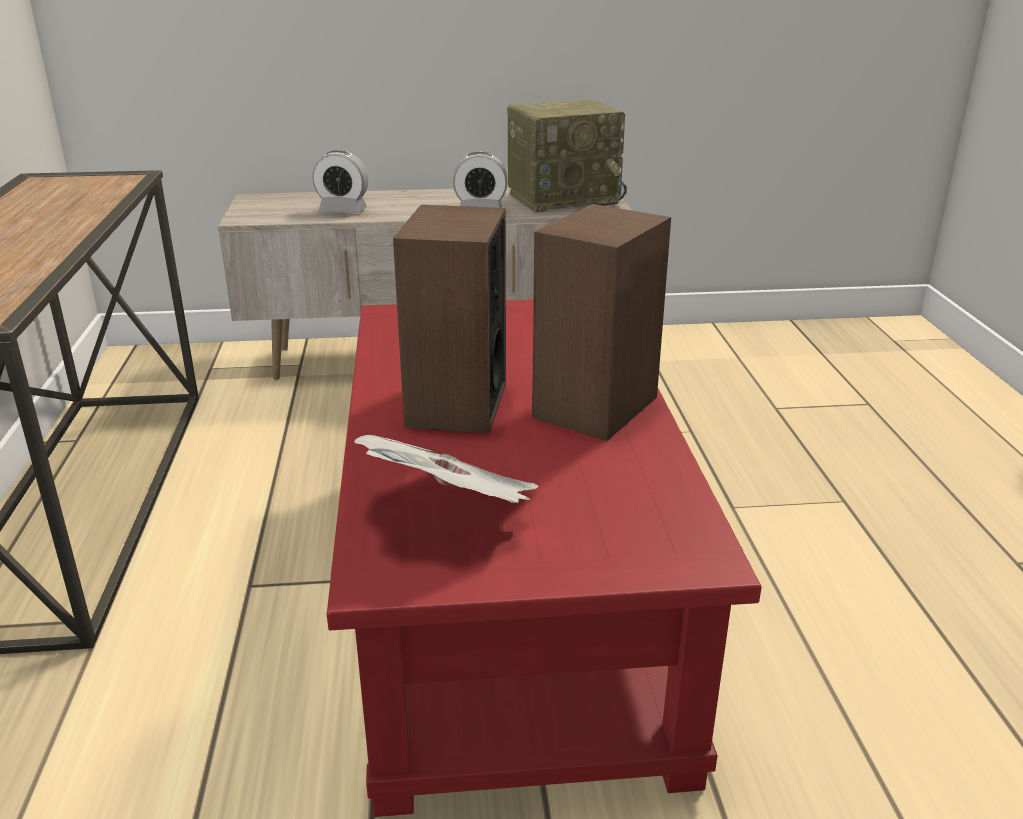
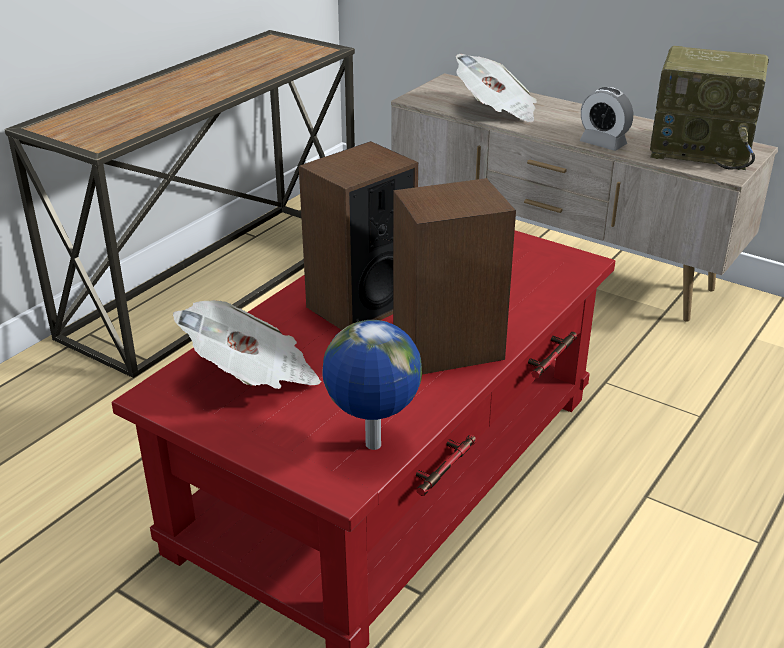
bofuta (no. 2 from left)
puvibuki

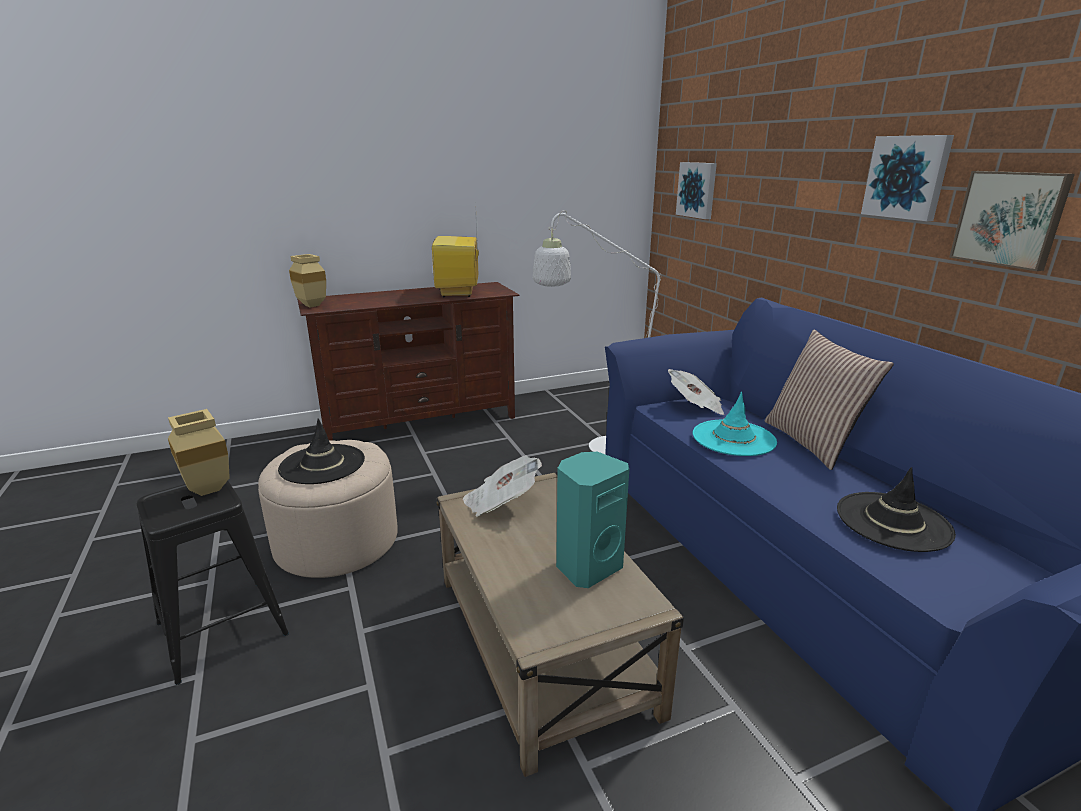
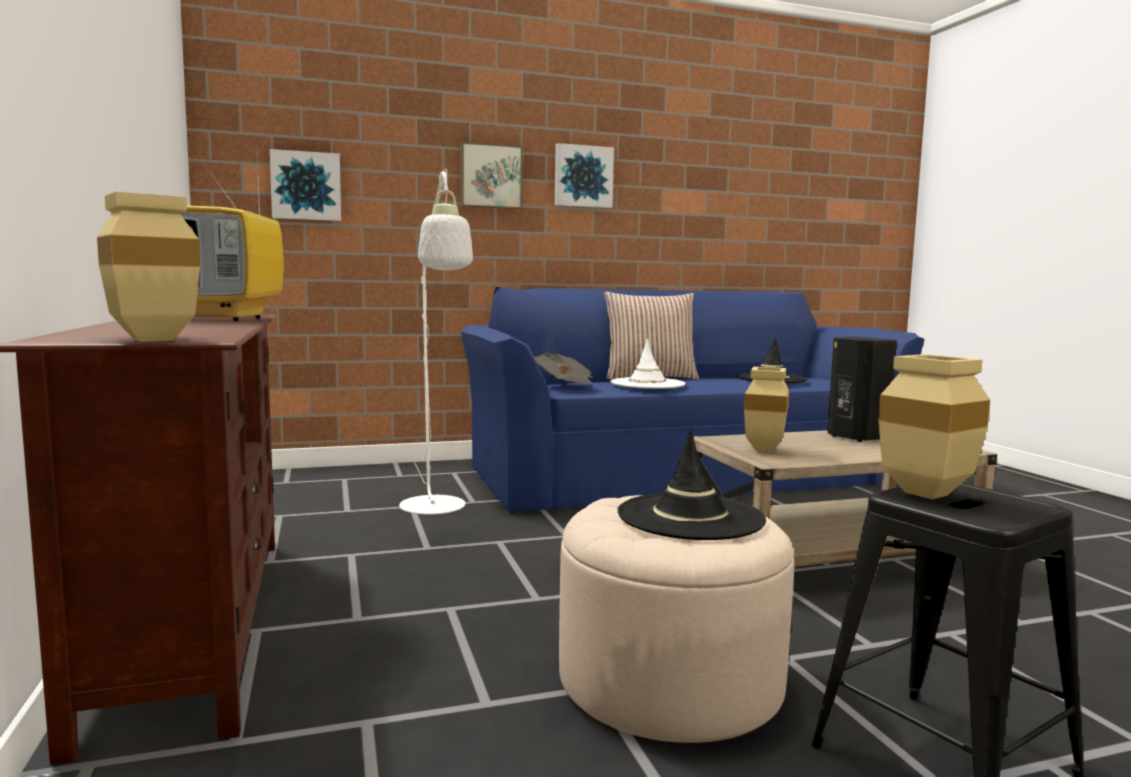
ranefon (no. 2 from left)
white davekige
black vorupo
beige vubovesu (no. 2 from left)

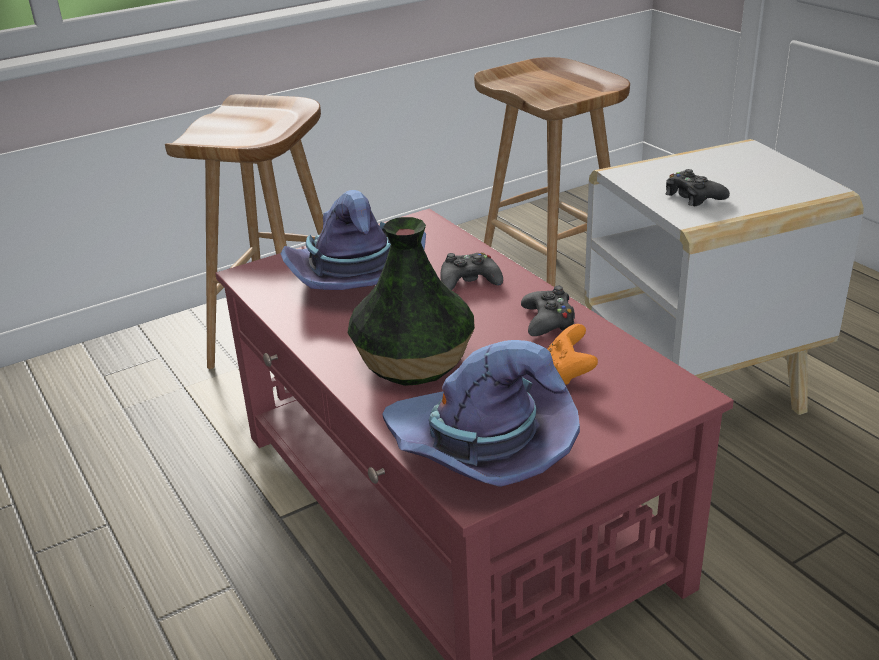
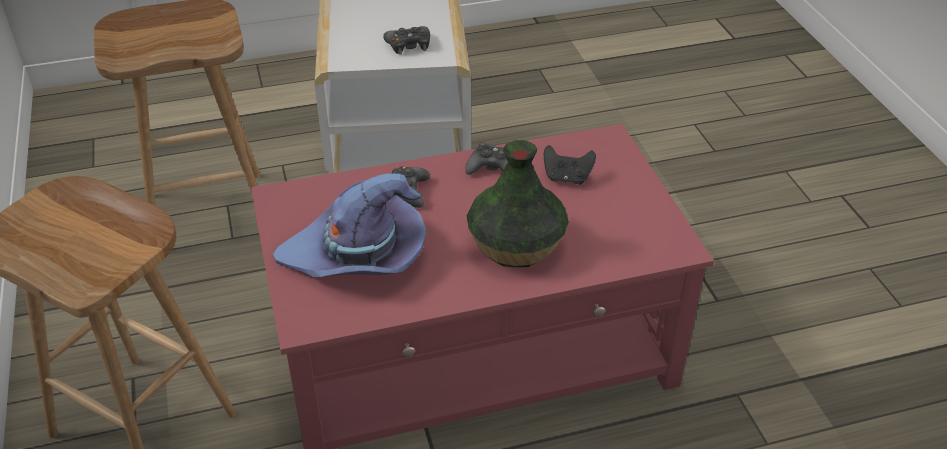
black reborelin (no. 4 from left)
purple davekige (no. 2 from left in the first image)

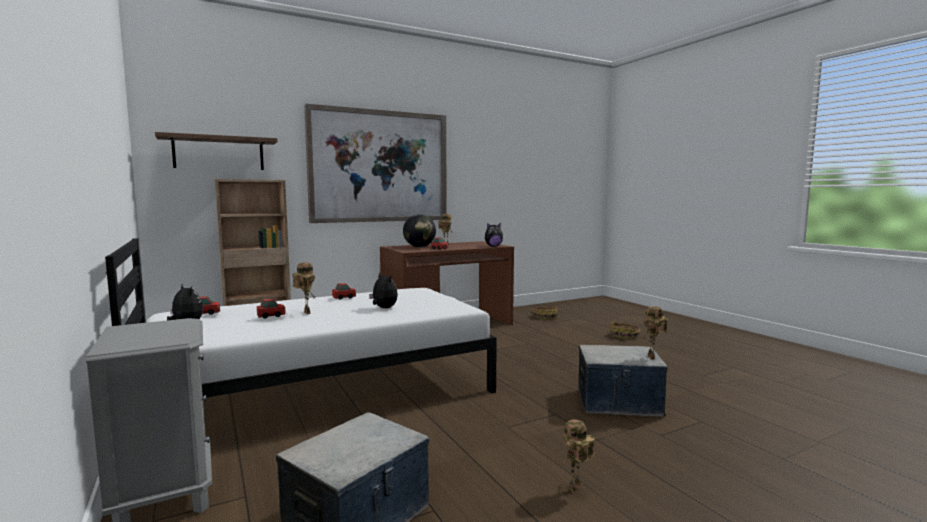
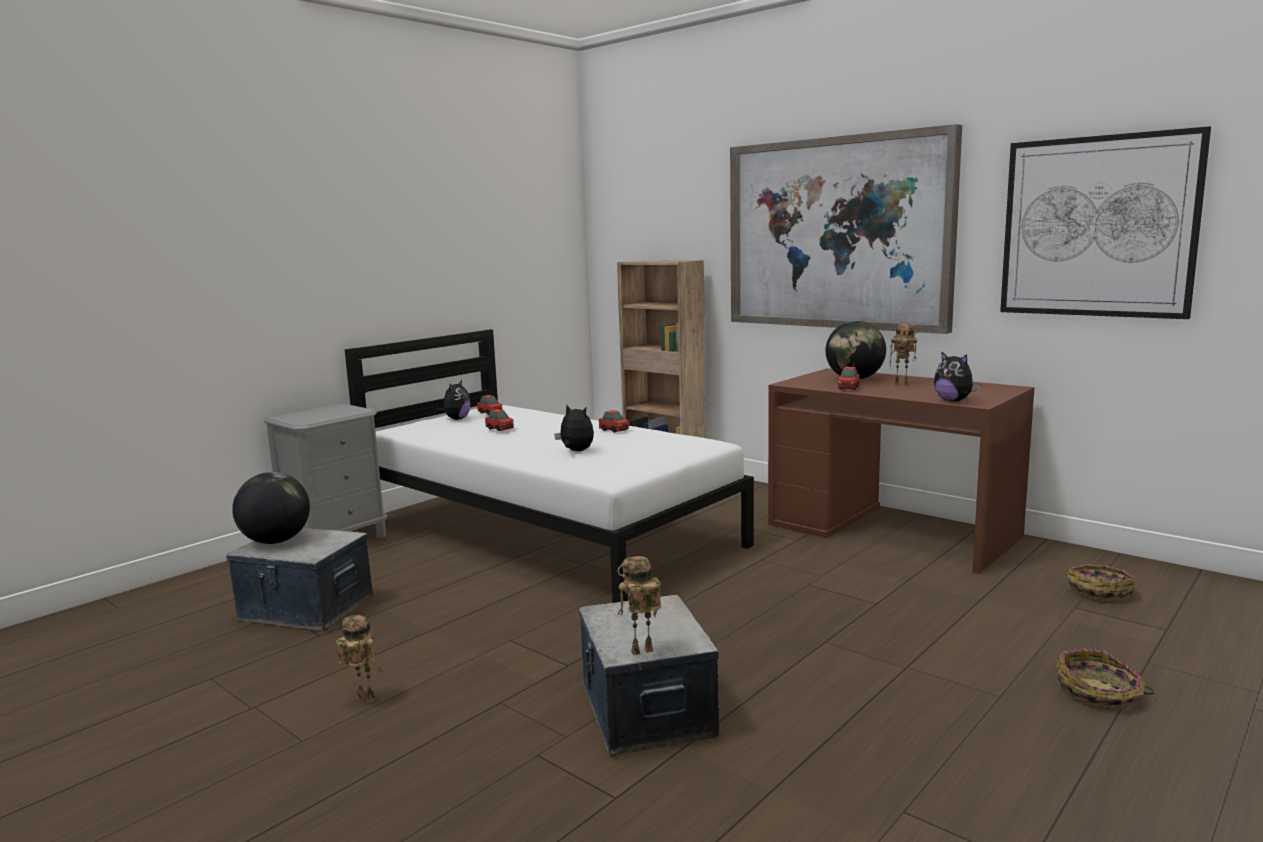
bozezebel
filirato (no. 1 from left in the first image)
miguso (no. 2 from left)
ranefon (no. 2 from left)
puvibuki (no. 1 from left)

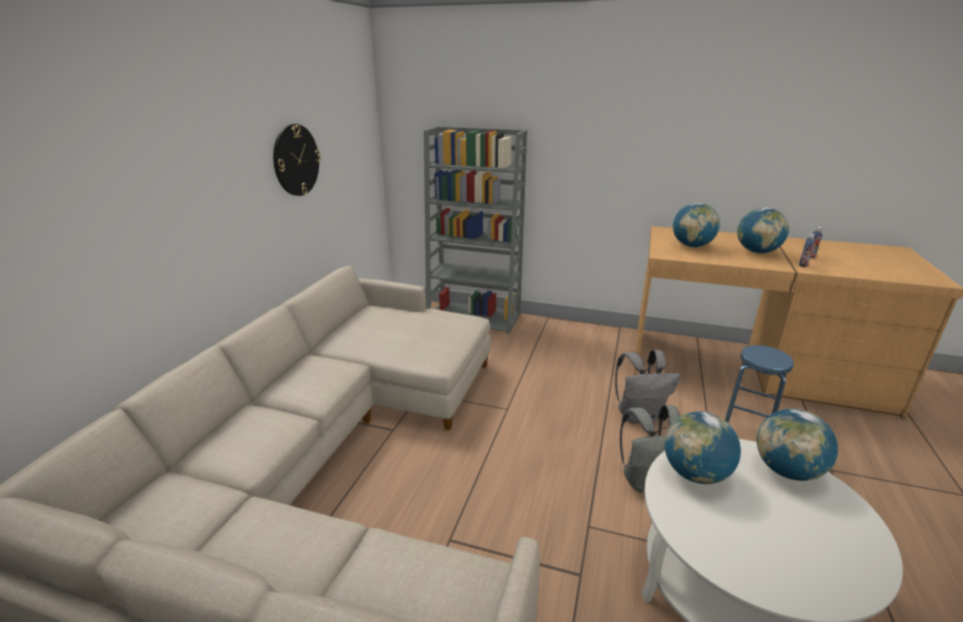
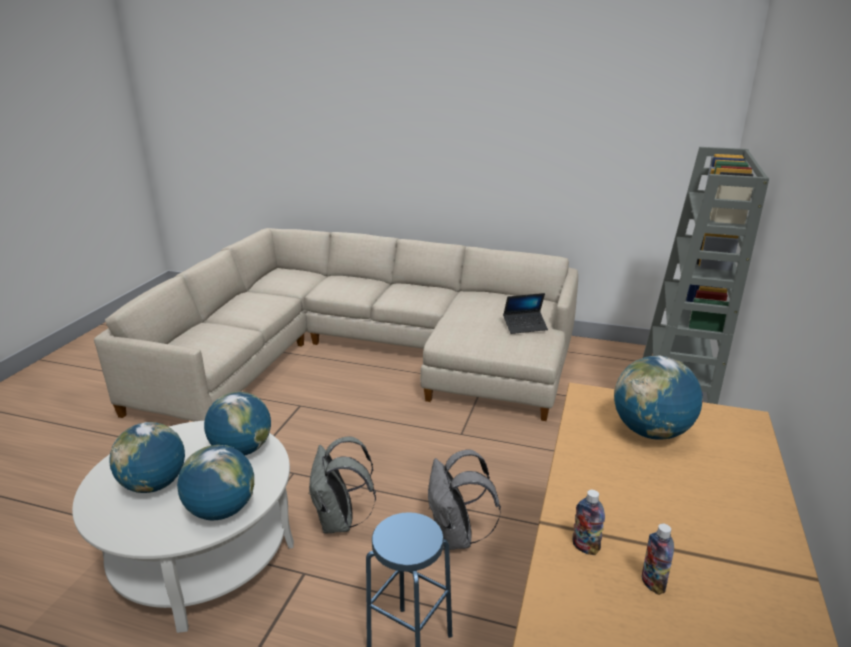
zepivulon
puvibuki (no. 1 from left)
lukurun

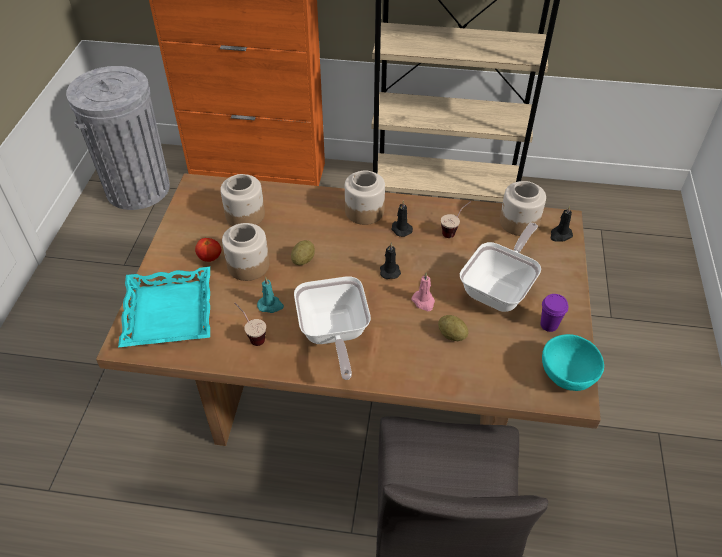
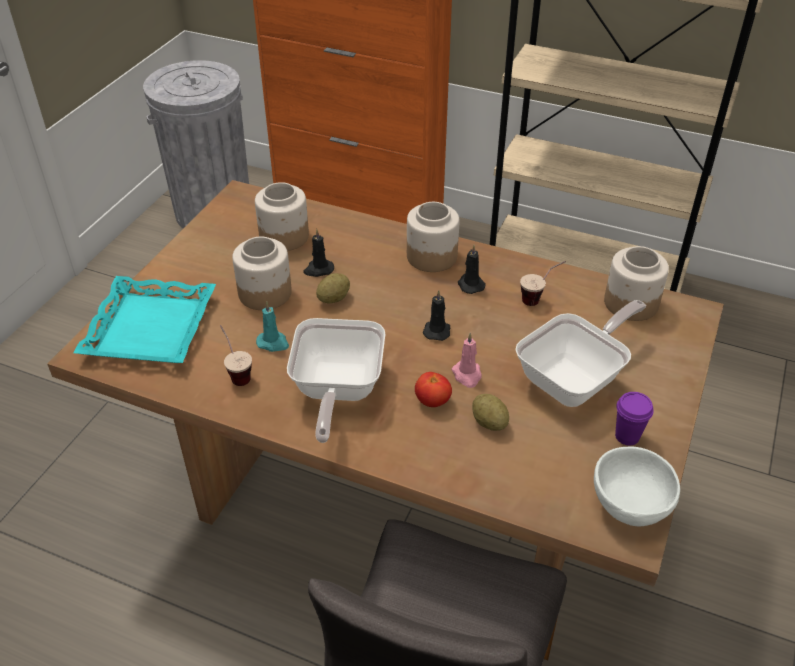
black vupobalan (no. 1 from left)
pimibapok
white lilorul

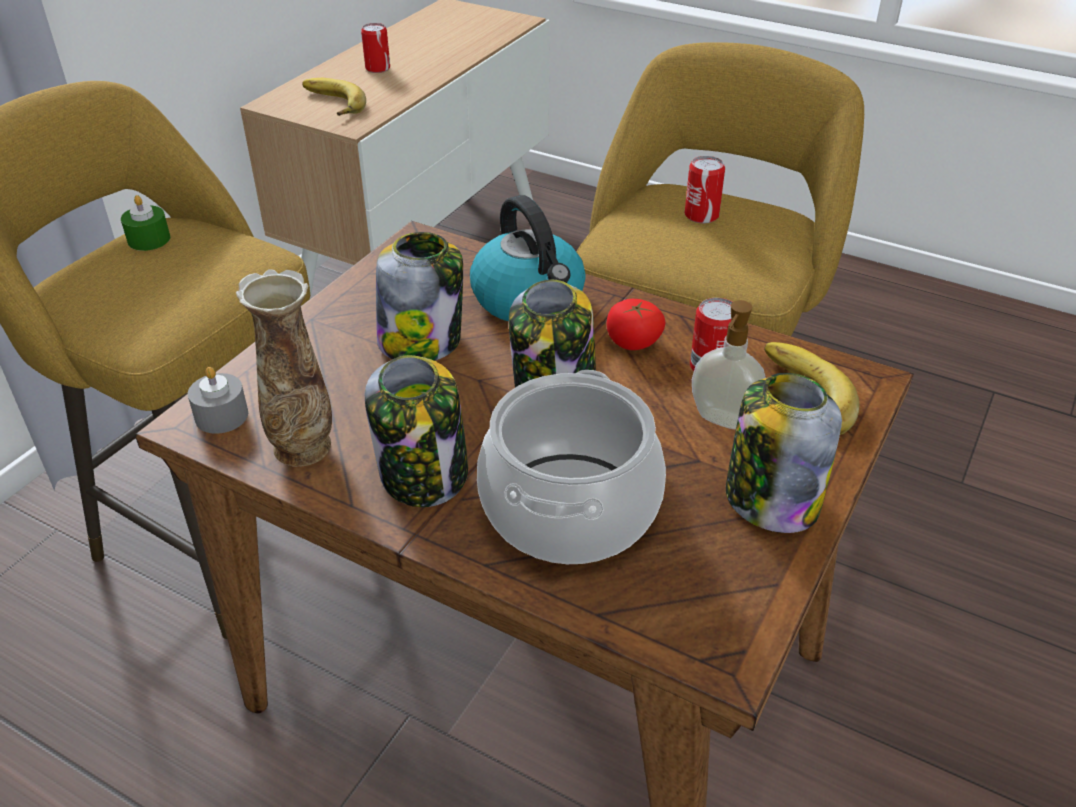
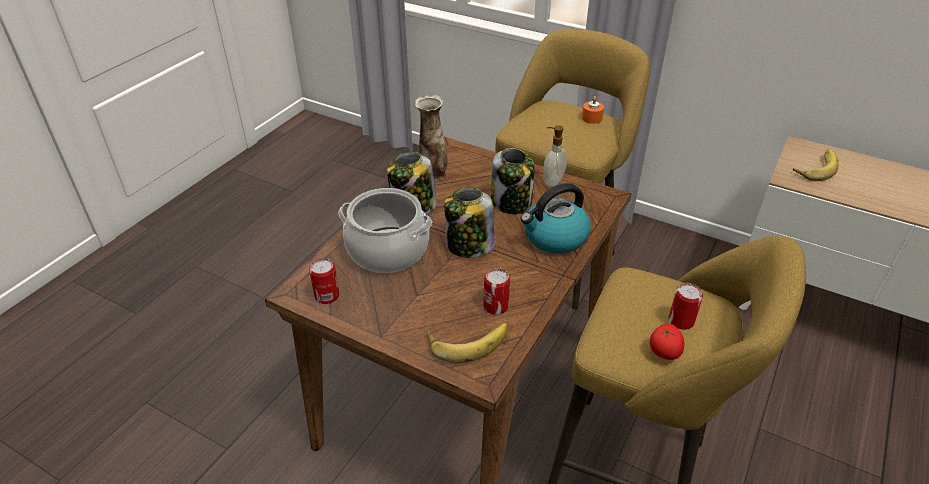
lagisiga (no. 1 from left)
orange vupobalan
pimibapok
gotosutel
grey vupobalan
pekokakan (no. 4 from left in the first image)

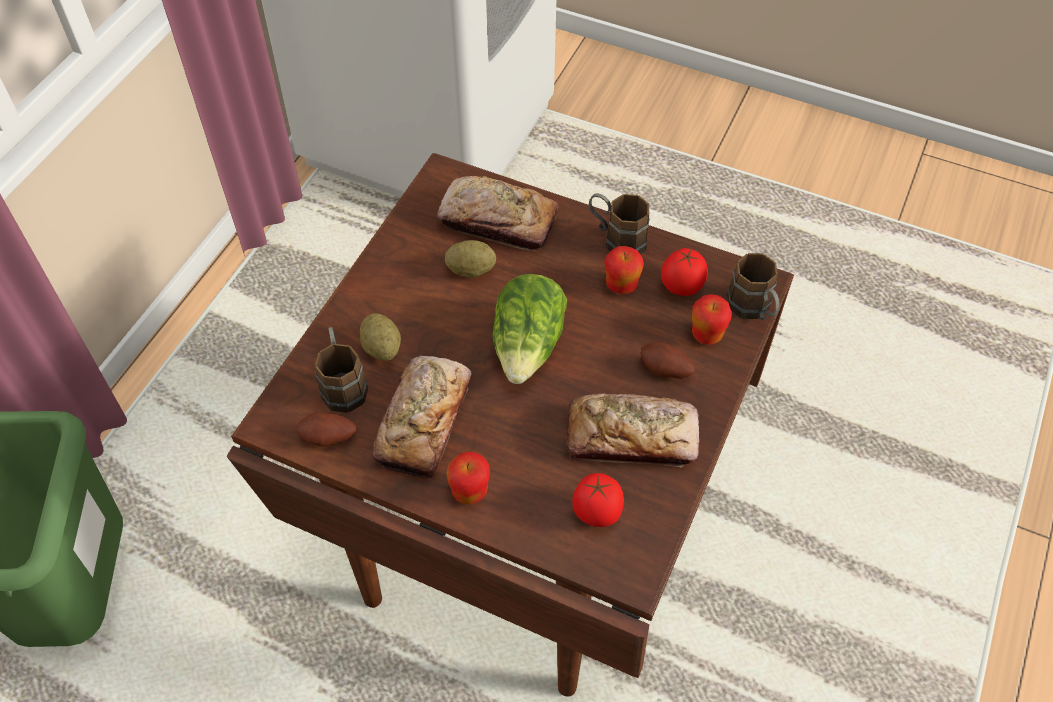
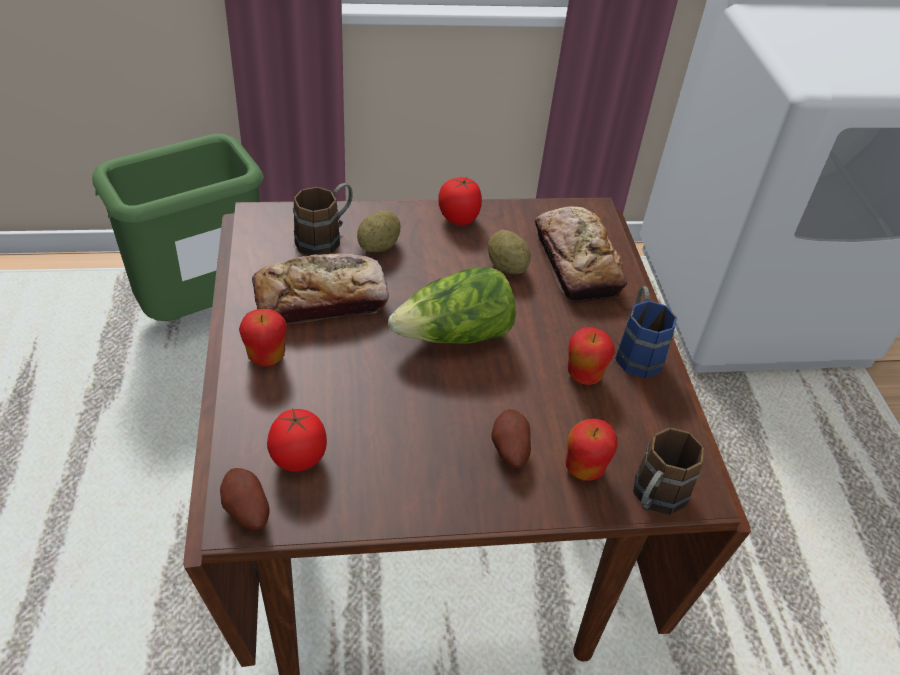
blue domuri
pimibapok (no. 2 from left)
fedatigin (no. 3 from left in the first image)
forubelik (no. 1 from left)

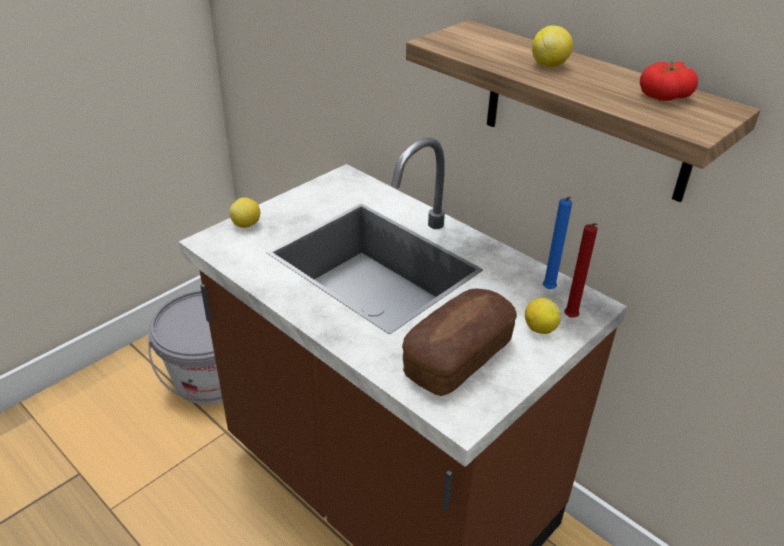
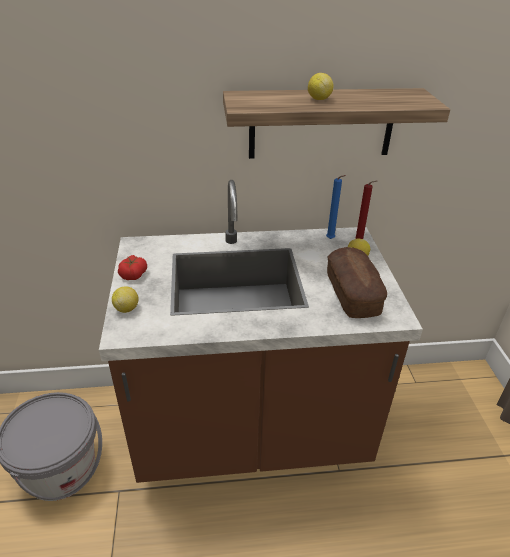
pimibapok

